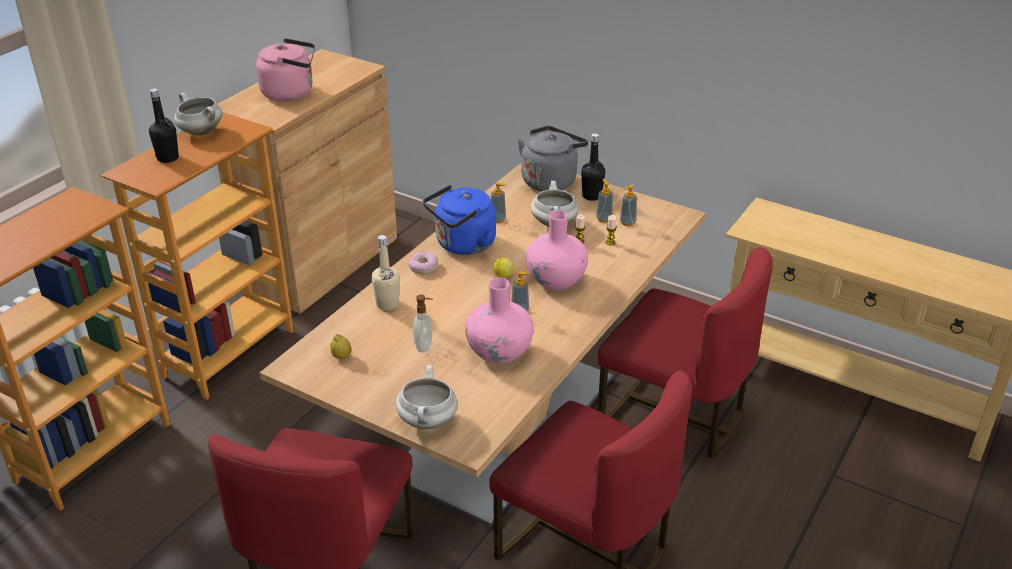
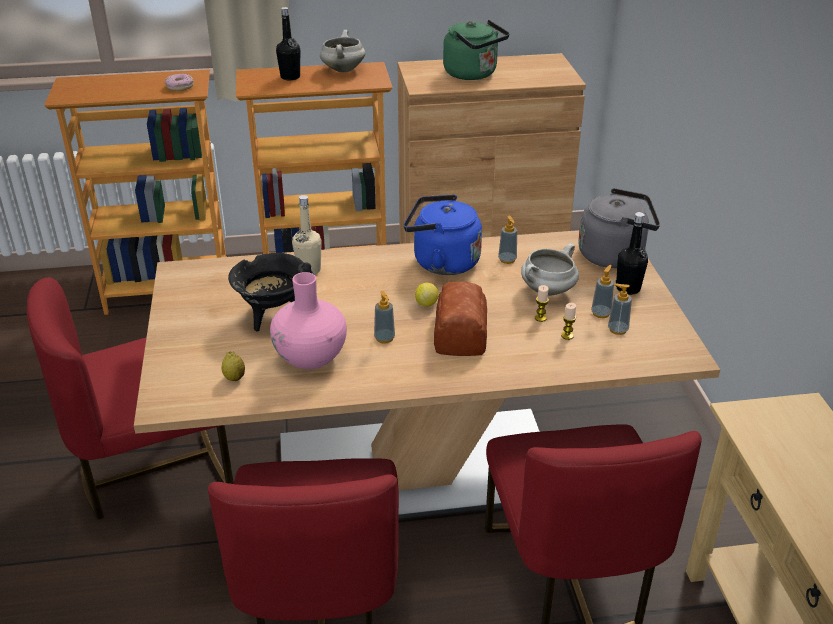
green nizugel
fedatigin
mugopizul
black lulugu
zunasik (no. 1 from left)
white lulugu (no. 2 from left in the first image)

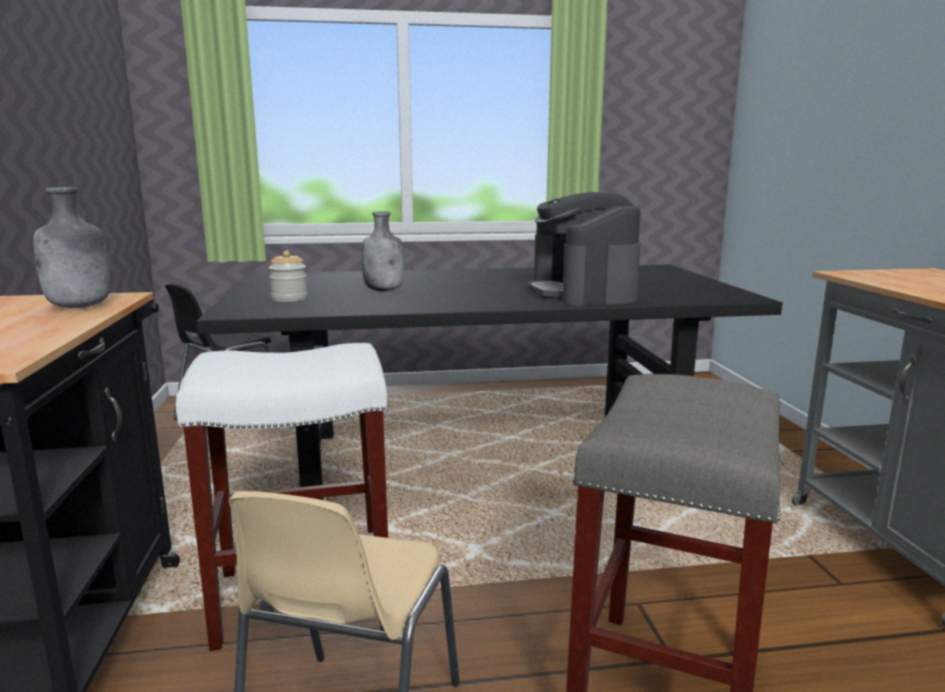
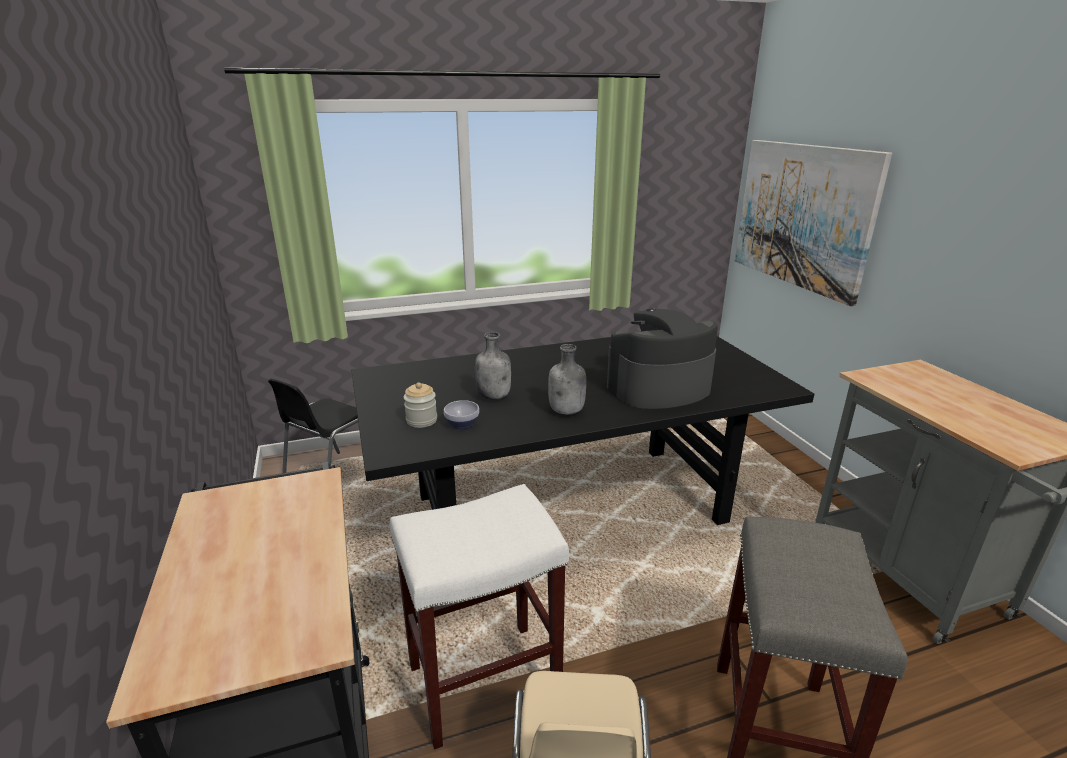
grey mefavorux (no. 2 from left)
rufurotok
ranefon
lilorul

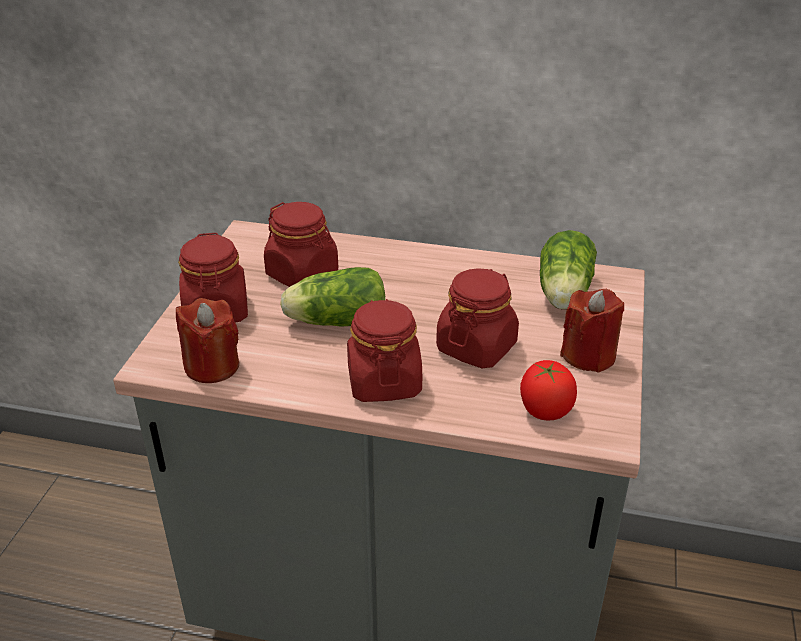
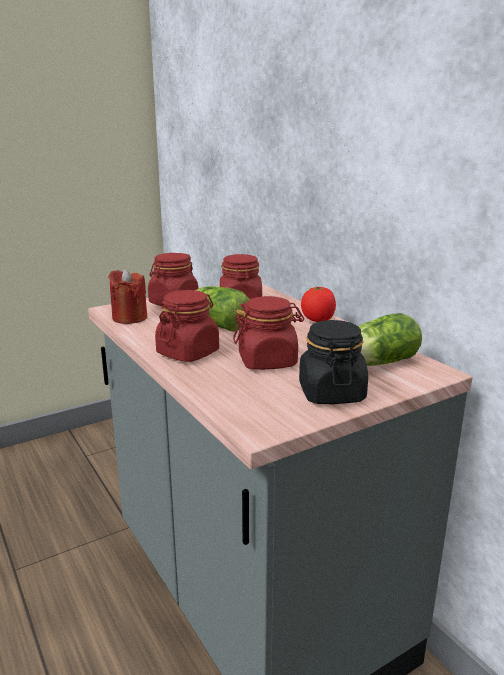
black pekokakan
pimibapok

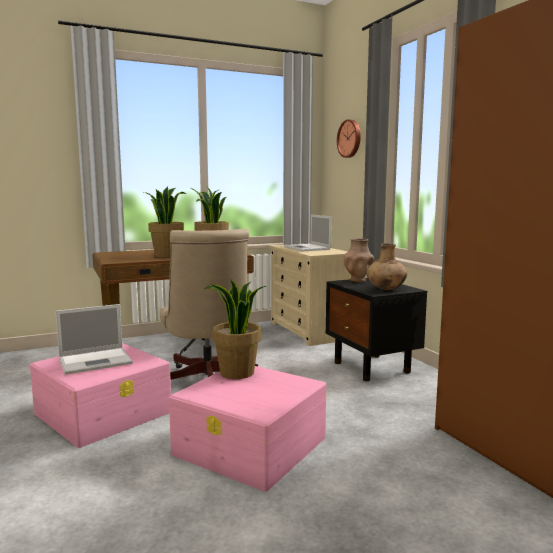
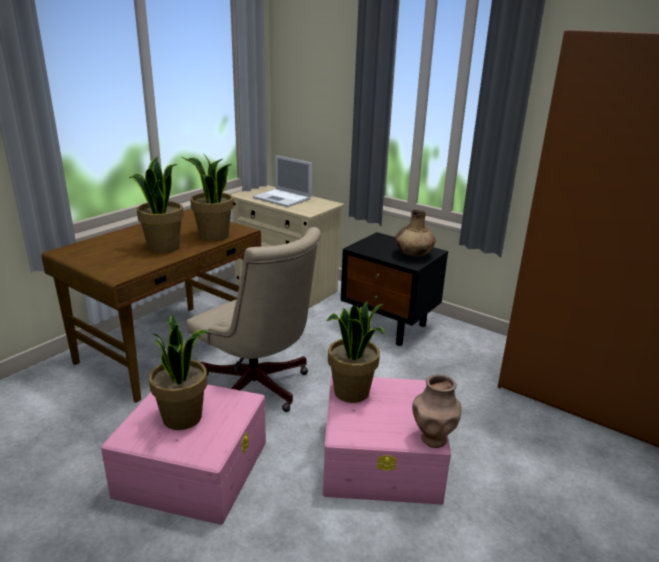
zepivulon
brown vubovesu (no. 2 from left)
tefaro (no. 2 from left)

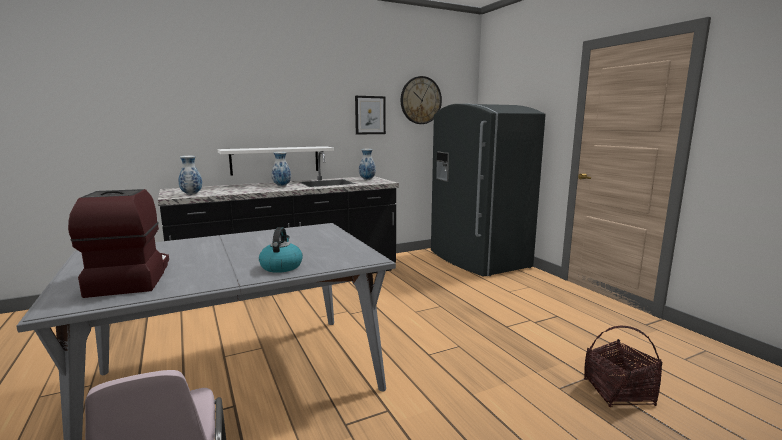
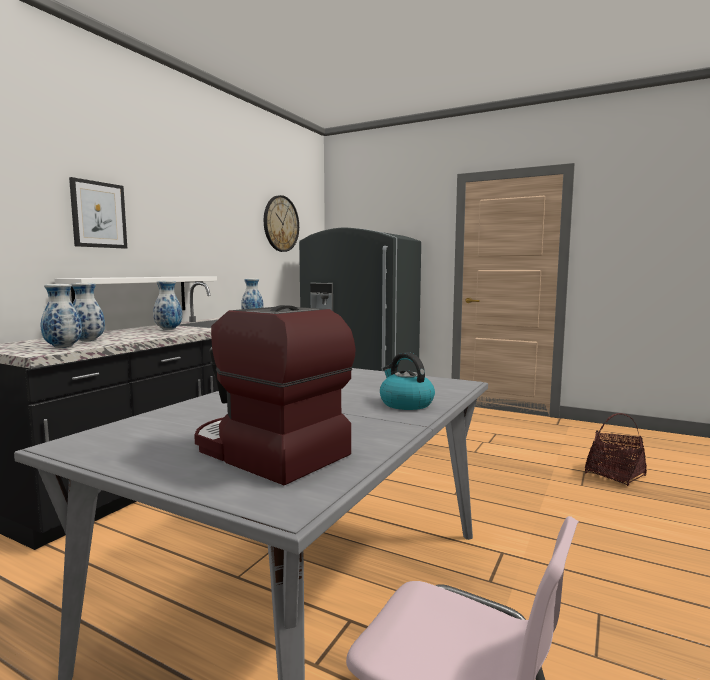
ranefon
vubovesu (no. 2 from left)

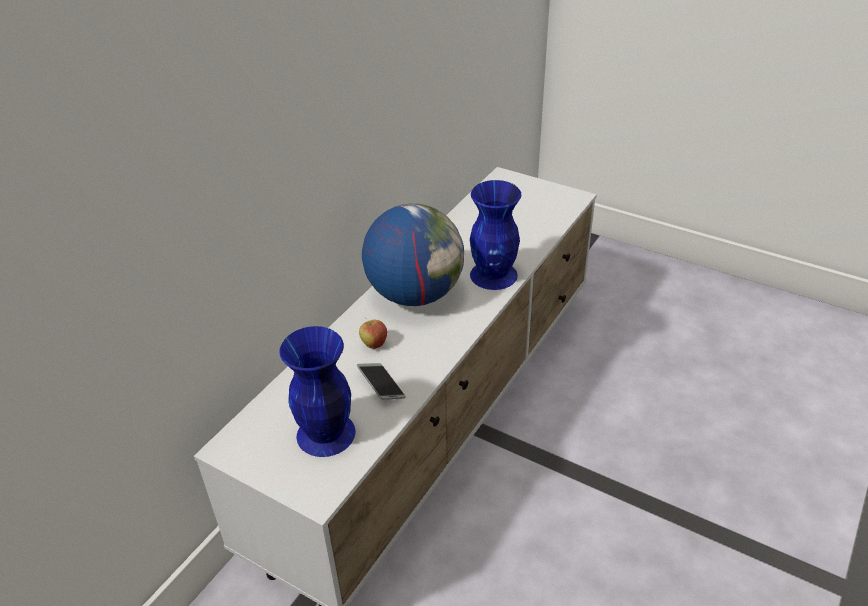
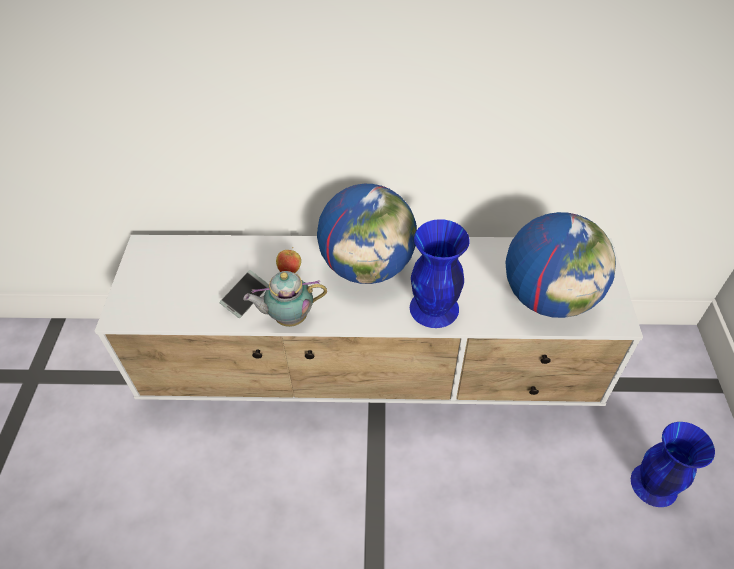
blue vubovesu (no. 2 from left)
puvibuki (no. 2 from left)
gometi

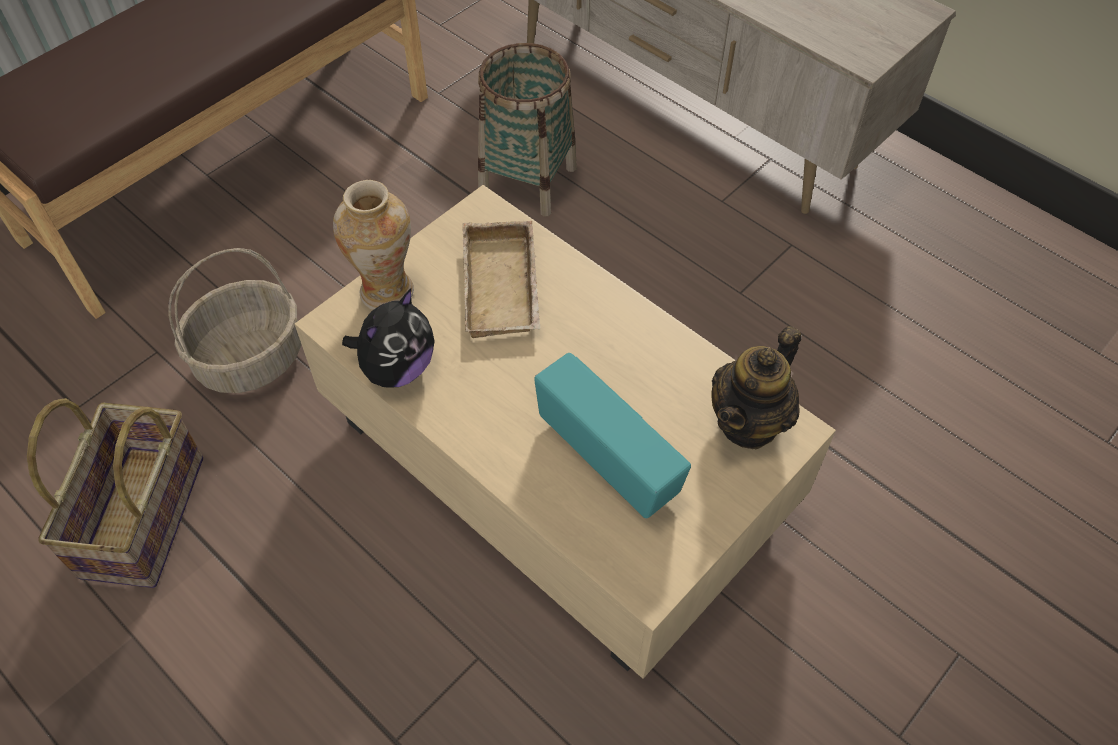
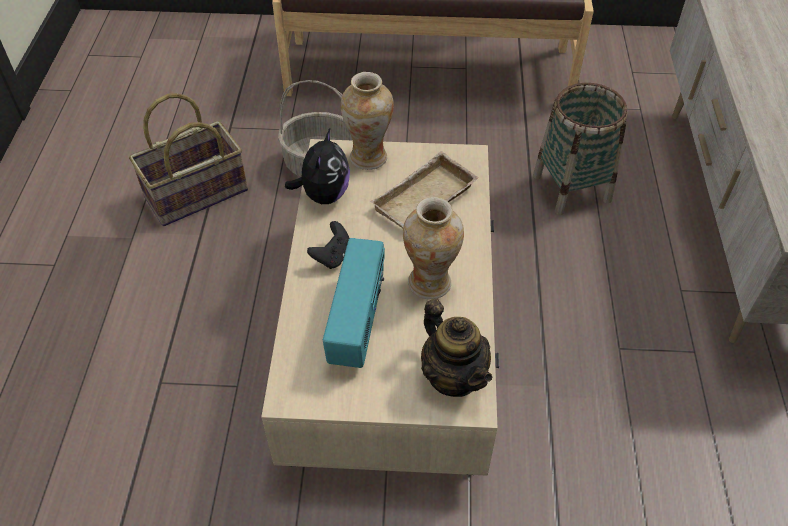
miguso
gometi
vubovesu (no. 2 from left)
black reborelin

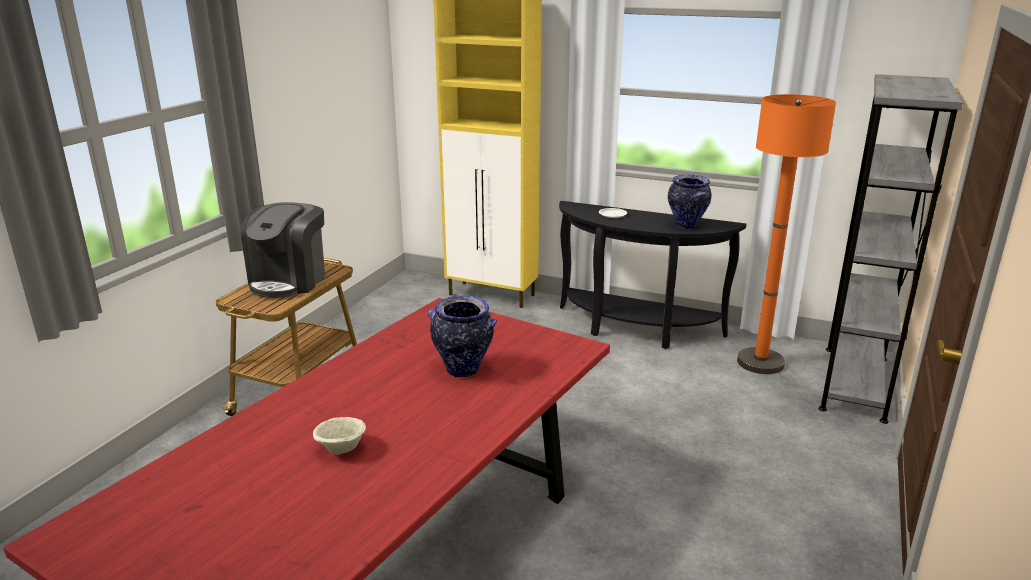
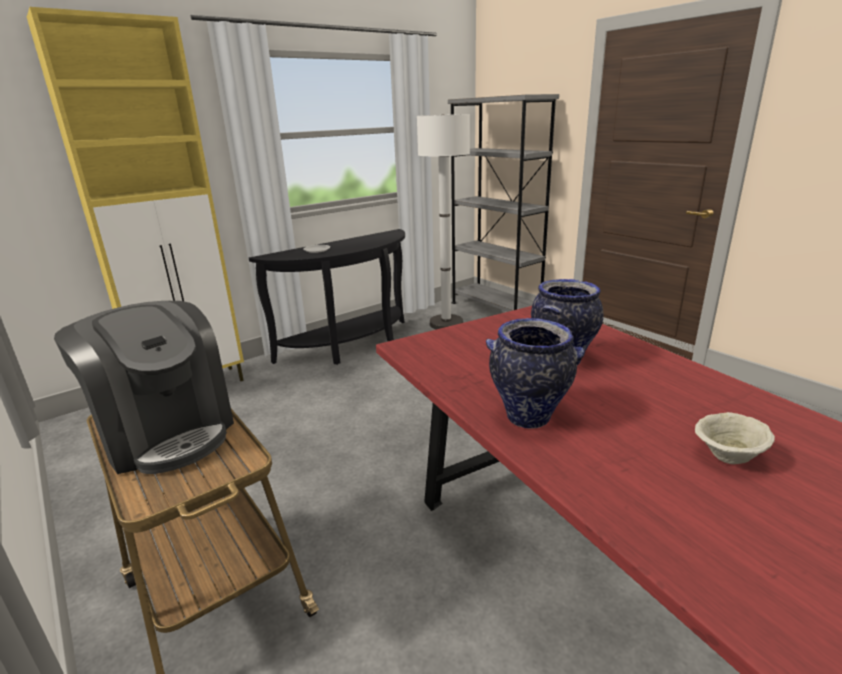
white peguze
vubovesu (no. 1 from left)

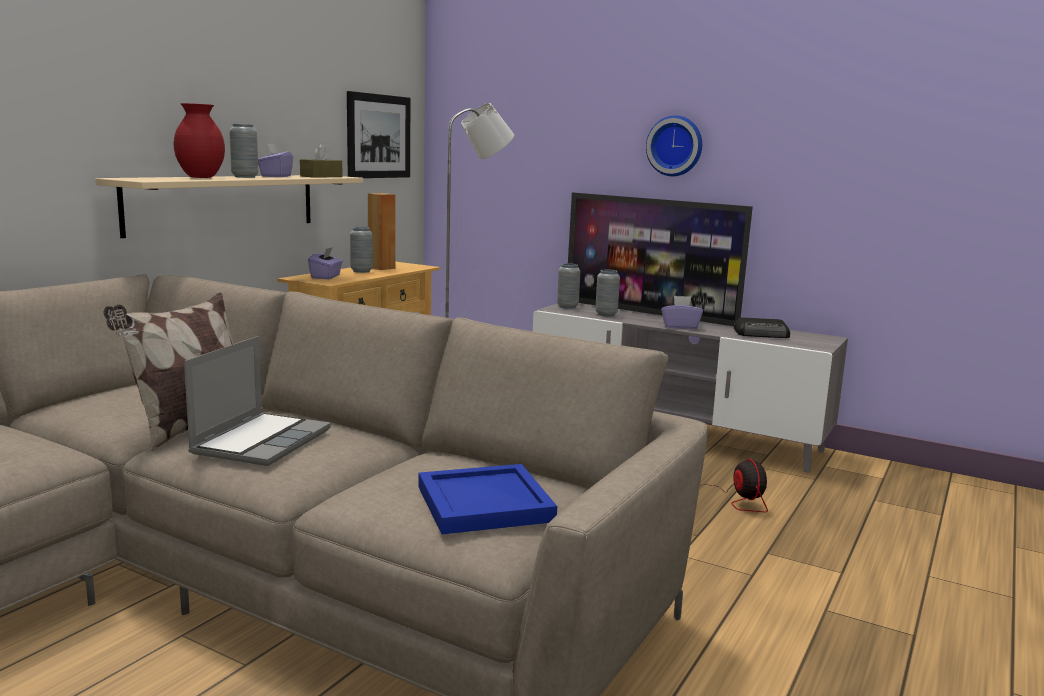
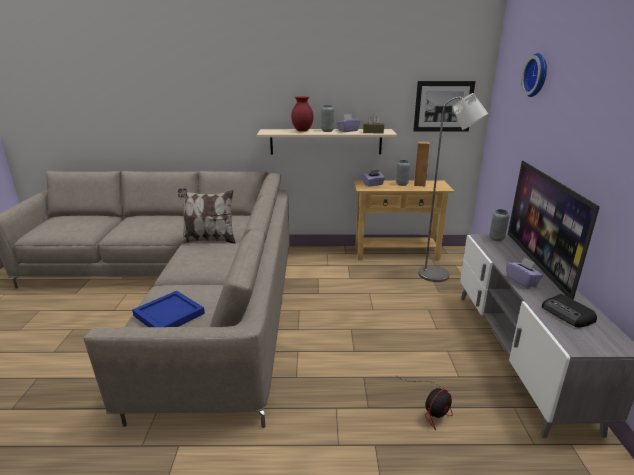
zepivulon
grey vubovesu (no. 4 from left in the first image)
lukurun

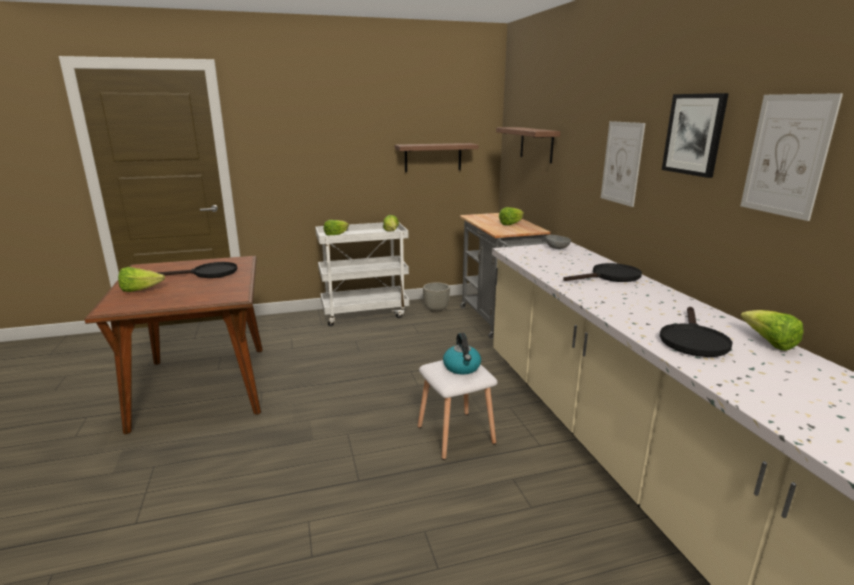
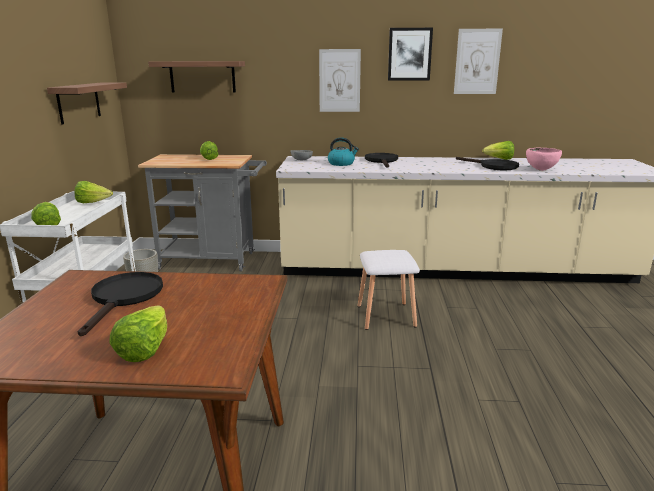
nizugel
pink lilorul

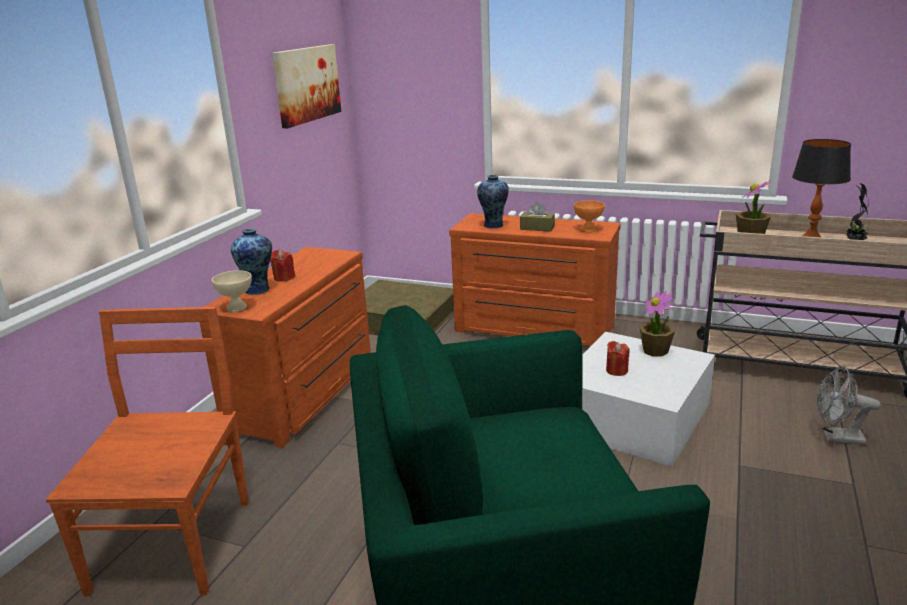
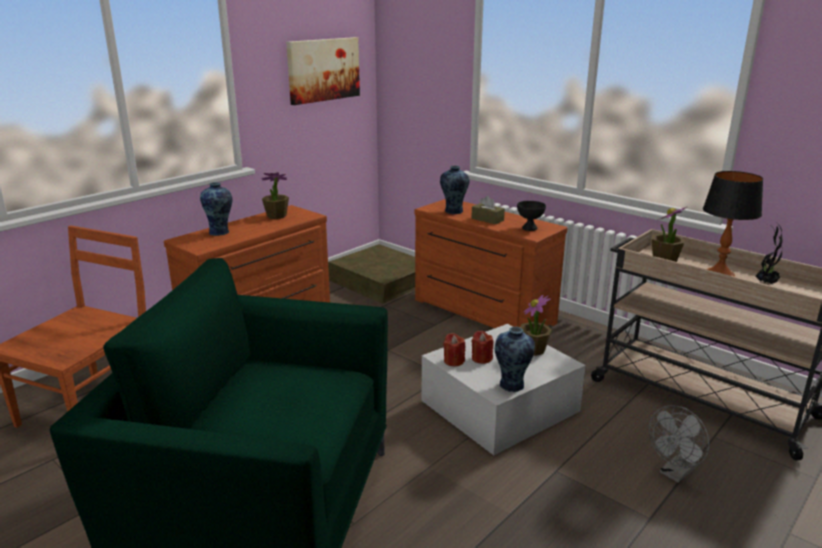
black lilorul
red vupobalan (no. 1 from left)
beige lilorul
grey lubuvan
tefaro (no. 1 from left)
vubovesu (no. 3 from left)

